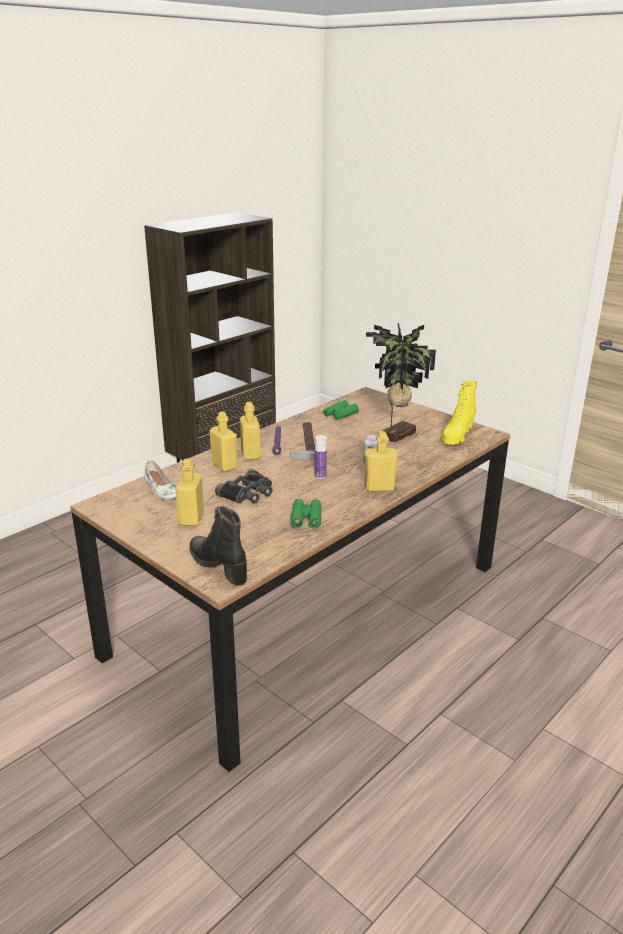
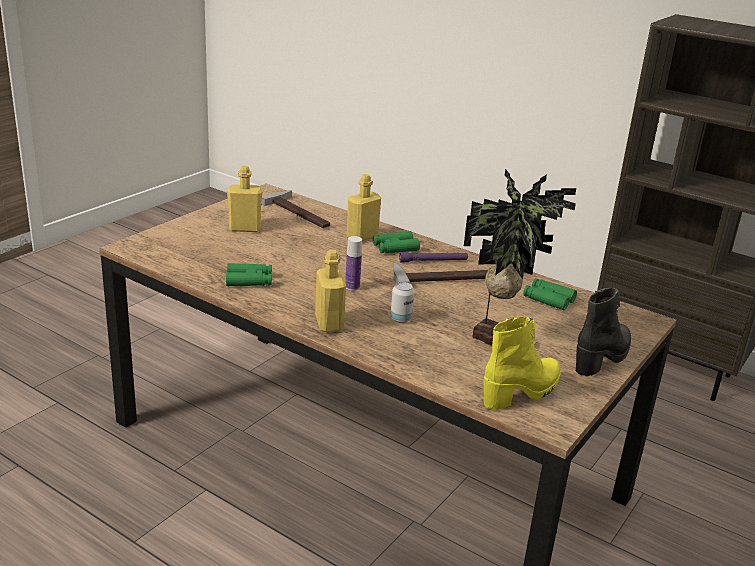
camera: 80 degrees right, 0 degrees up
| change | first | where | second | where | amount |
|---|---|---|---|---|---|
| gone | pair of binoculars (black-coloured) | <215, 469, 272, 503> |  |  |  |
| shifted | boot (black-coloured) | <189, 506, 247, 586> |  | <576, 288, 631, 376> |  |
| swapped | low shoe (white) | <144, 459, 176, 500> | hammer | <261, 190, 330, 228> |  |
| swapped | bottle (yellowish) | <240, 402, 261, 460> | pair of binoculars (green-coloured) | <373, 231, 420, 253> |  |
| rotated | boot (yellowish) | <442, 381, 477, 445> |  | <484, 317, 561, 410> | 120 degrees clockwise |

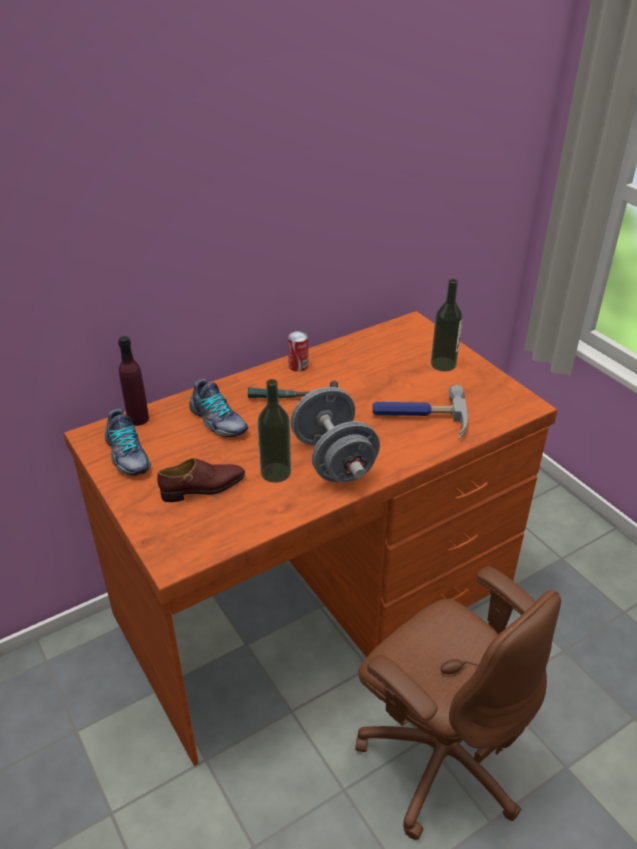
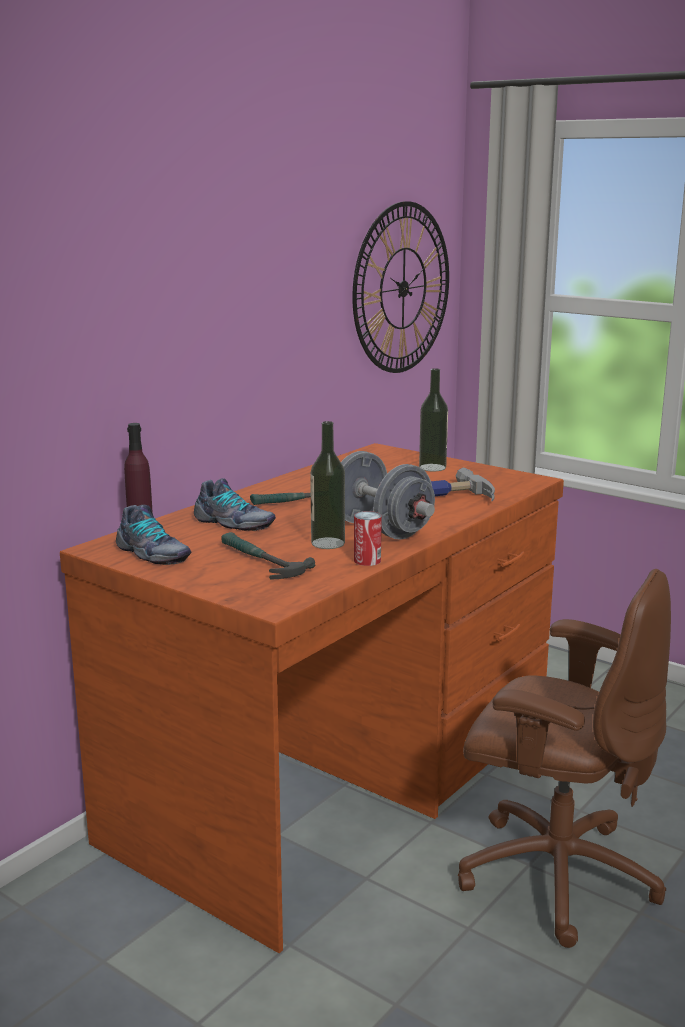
camera: 20 degrees left, 20 degrees down
| change | first | where | second | where | amount |
|---|---|---|---|---|---|
| new |  |  | hanging clock | <352, 201, 449, 373> |  |
| shifted | can | <288, 331, 308, 372> |  | <354, 511, 382, 566> |  |
| swapped | low shoe (brown-coloured) | <157, 458, 245, 502> | hammer | <221, 532, 315, 579> |  |

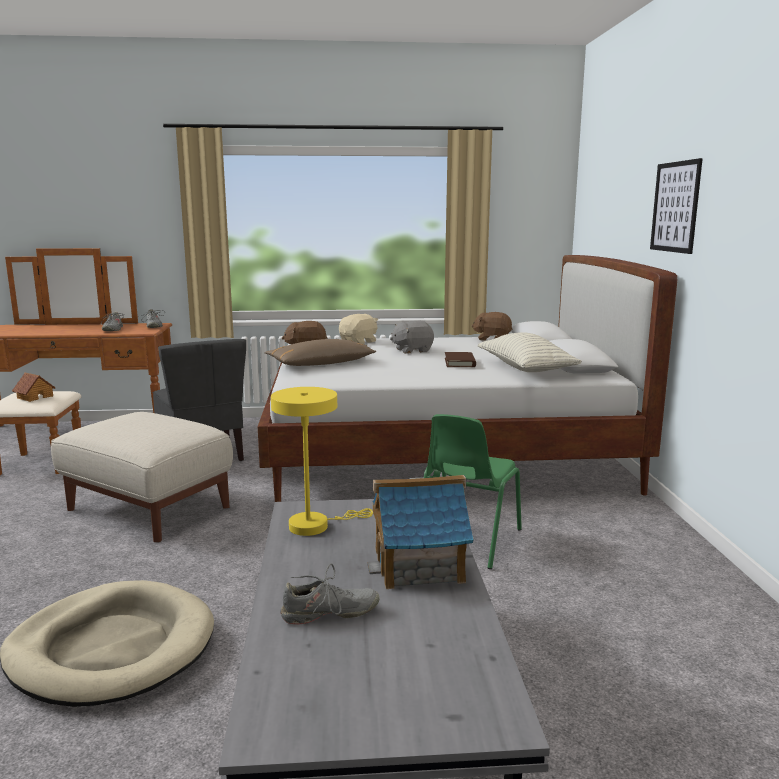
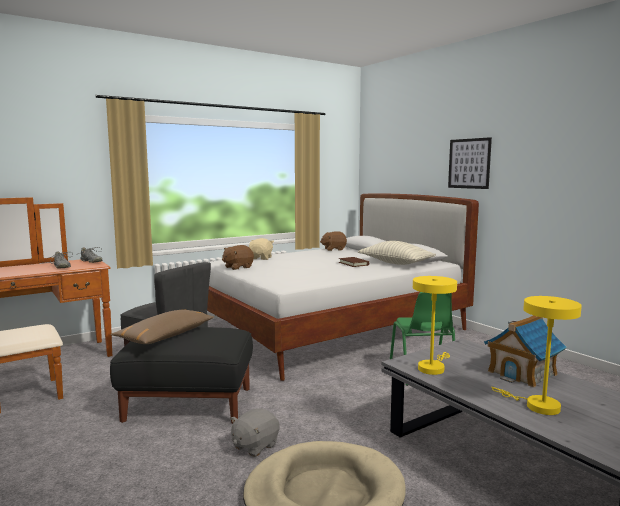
camera: 30 degrees left, 5 degrees down
| change | first | where | second | where | amount |
|---|---|---|---|---|---|
| gone | miniature house | <12, 373, 56, 402> |  |  |  |
| shifted | pillow (brown-coloured) | <265, 339, 376, 366> |  | <111, 309, 214, 344> |  |
| shifted | soft toy (grey) | <390, 320, 434, 354> |  | <231, 408, 280, 457> |  |
| swapped | low shoe (grey) | <280, 563, 379, 624> | lamp for a table (yellowish) | <491, 296, 582, 415> |  |
| repainted | ottoman (beige-coloured) | <51, 412, 233, 542> | ottoman (black-coloured) | <110, 327, 253, 424> |  |

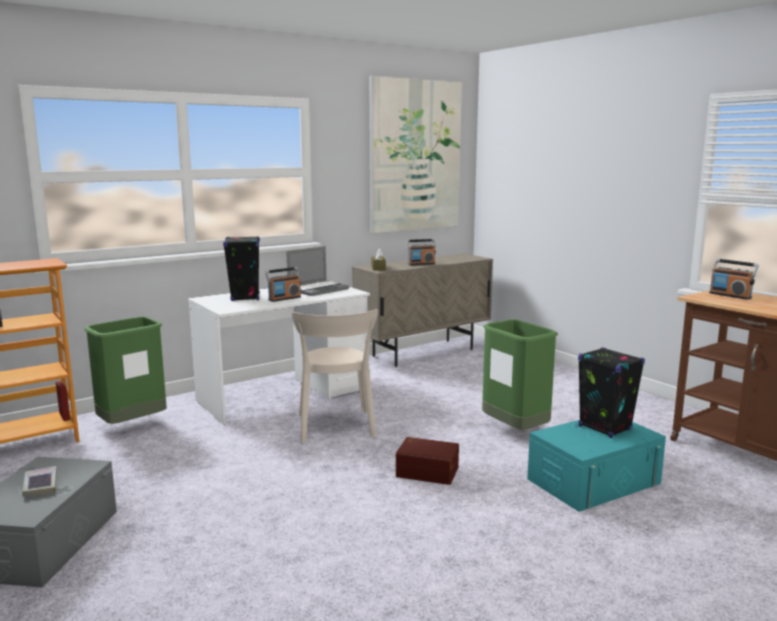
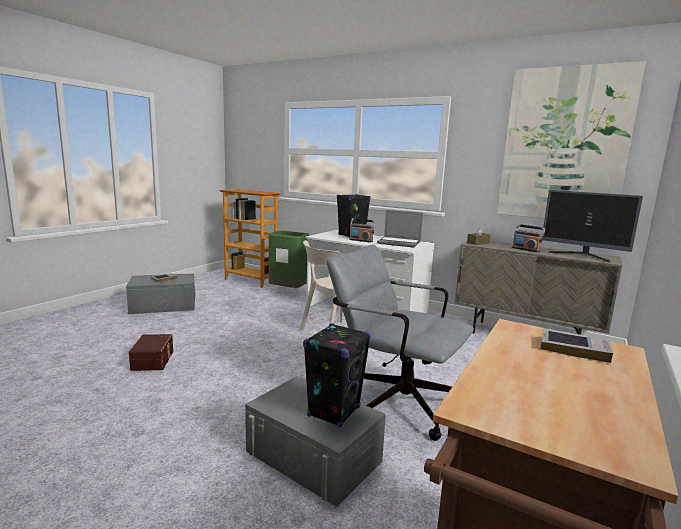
camera: 65 degrees right, 0 degrees up
| change | first | where | second | where | amount |
|---|---|---|---|---|---|
| new |  |  | monitor | <542, 190, 643, 262> |  |
| shifted | storage container (brown-coloured) | <396, 437, 459, 485> |  | <129, 334, 173, 371> |  |
| swapped | waste bin (green-coloured) | <482, 319, 558, 430> | desk chair (grey) | <327, 244, 474, 441> |  |
| swapped | radio | <709, 259, 759, 300> | bound book | <541, 328, 613, 363> |  |
| repainted | storage container (turquoise) | <527, 420, 666, 512> | storage container (grey) | <245, 376, 386, 507> |  |

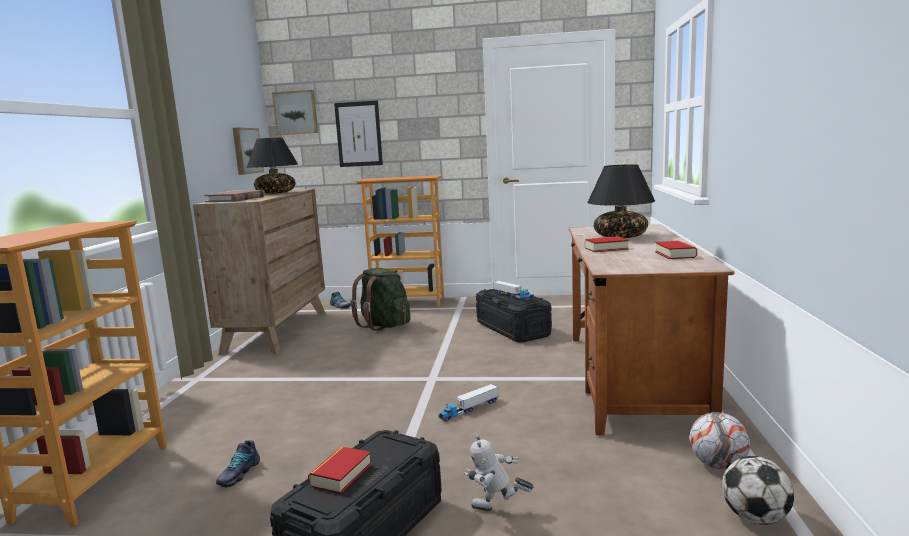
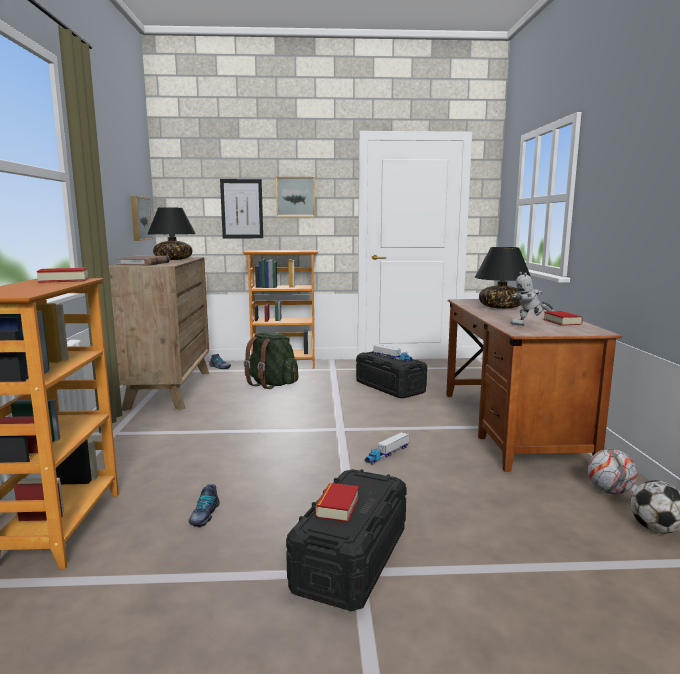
camera: 10 degrees left, 0 degrees up
| change | first | where | second | where | amount |
|---|---|---|---|---|---|
| shifted | wall art | <272, 90, 318, 135> |  | <276, 177, 315, 217> |  |
| shifted | robot figure | <464, 434, 534, 511> |  | <510, 272, 553, 326> |  |
| shifted | bound book | <585, 236, 629, 252> |  | <37, 268, 88, 283> |  |

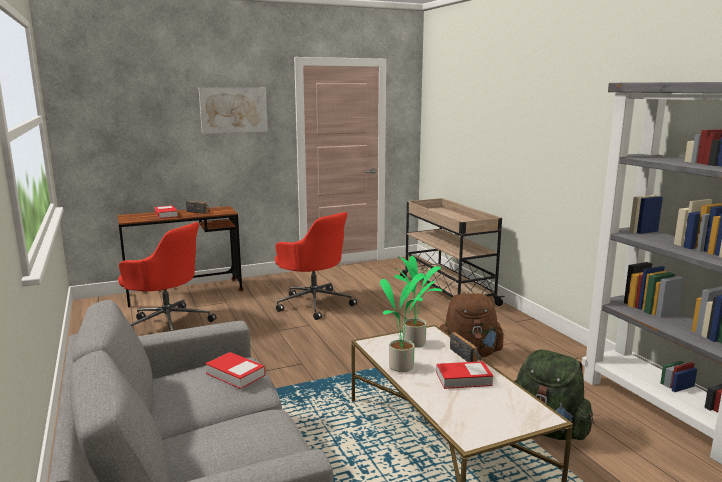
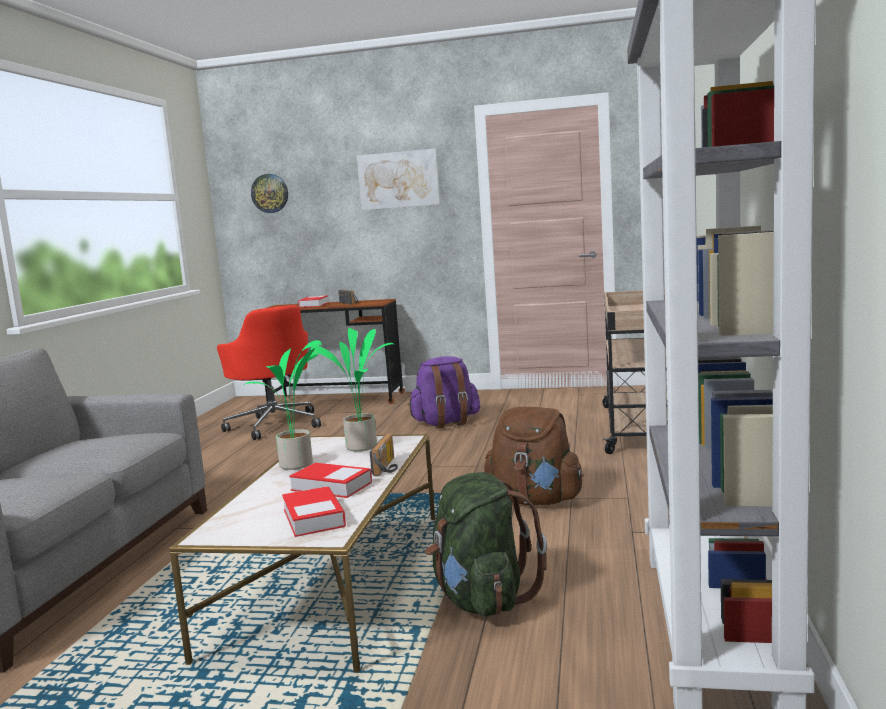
camera: 35 degrees right, 5 degrees down
| change | first | where | second | where | amount |
|---|---|---|---|---|---|
| new |  |  | hanging clock | <251, 174, 288, 213> |  |
| shifted | bound book | <205, 352, 266, 389> |  | <282, 486, 346, 537> |  |
| swapped | desk chair (reddish) | <275, 212, 357, 320> | knapsack (purplish) | <408, 356, 480, 429> |  |

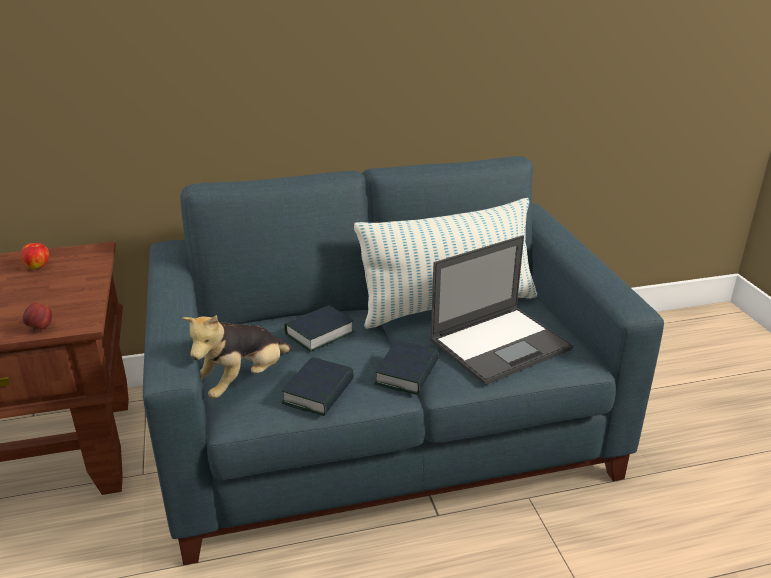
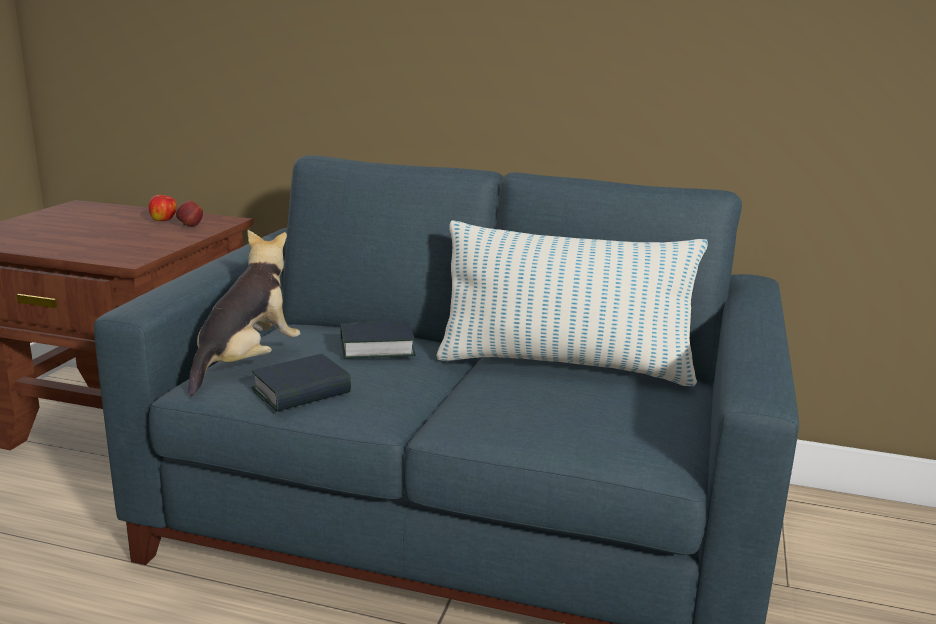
camera: 30 degrees right, 10 degrees down
| change | first | where | second | where | amount |
|---|---|---|---|---|---|
| gone | bound book | <374, 340, 439, 395> |  |  |  |
| gone | portable computer | <430, 235, 573, 385> |  |  |  |
| shifted | apple fruit | <23, 303, 52, 330> |  | <176, 201, 203, 227> |  |
| rotated | soft toy | <182, 315, 293, 399> |  | <188, 230, 301, 396> | 135 degrees clockwise |

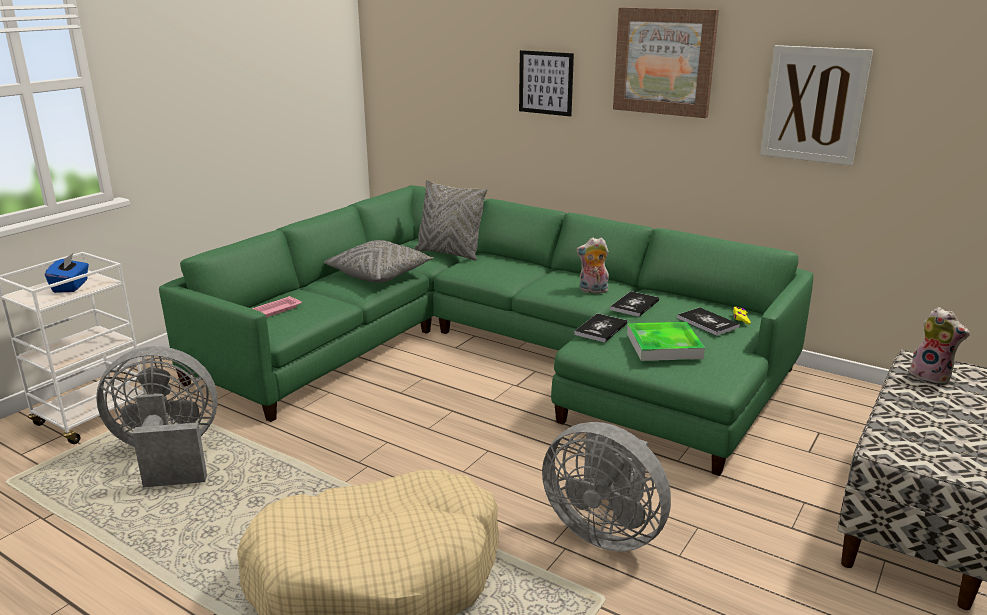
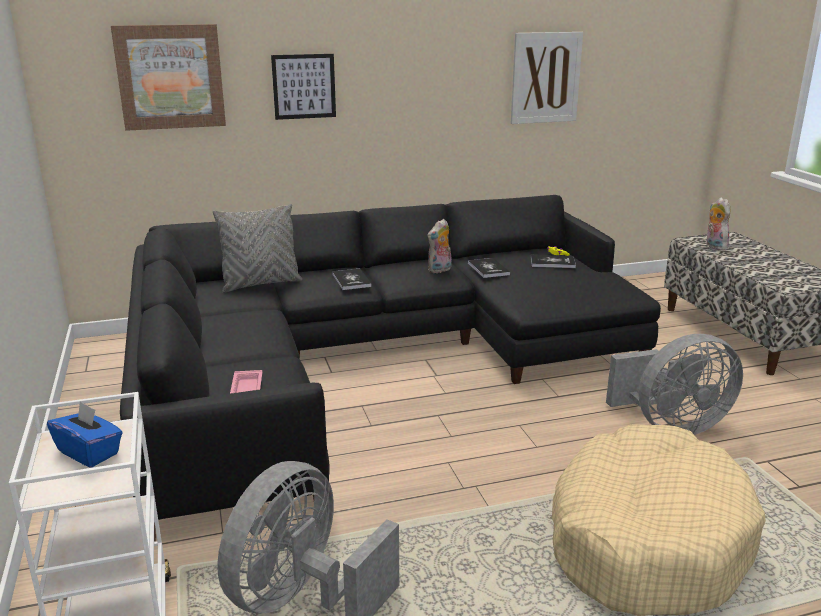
camera: 50 degrees left, 0 degrees up
| change | first | where | second | where | amount |
|---|---|---|---|---|---|
| gone | pillow (grey) | <324, 240, 433, 283> |  |  |  |
| gone | serving tray | <627, 322, 705, 361> |  |  |  |
| shifted | bound book | <574, 313, 627, 342> |  | <332, 269, 372, 290> |  |
| shifted | wall art | <613, 7, 719, 118> |  | <111, 24, 226, 131> |  |
| repainted | couch (green-coloured) | <159, 185, 813, 476> | couch (black-coloured) | <120, 195, 661, 541> |  |
| rotated | soft toy | <909, 307, 970, 385> |  | <706, 197, 730, 250> | 105 degrees counterclockwise |

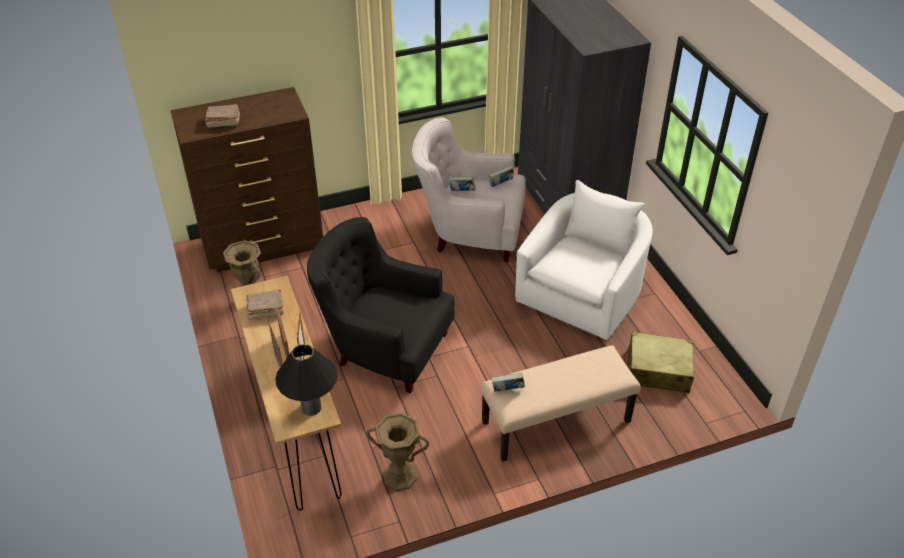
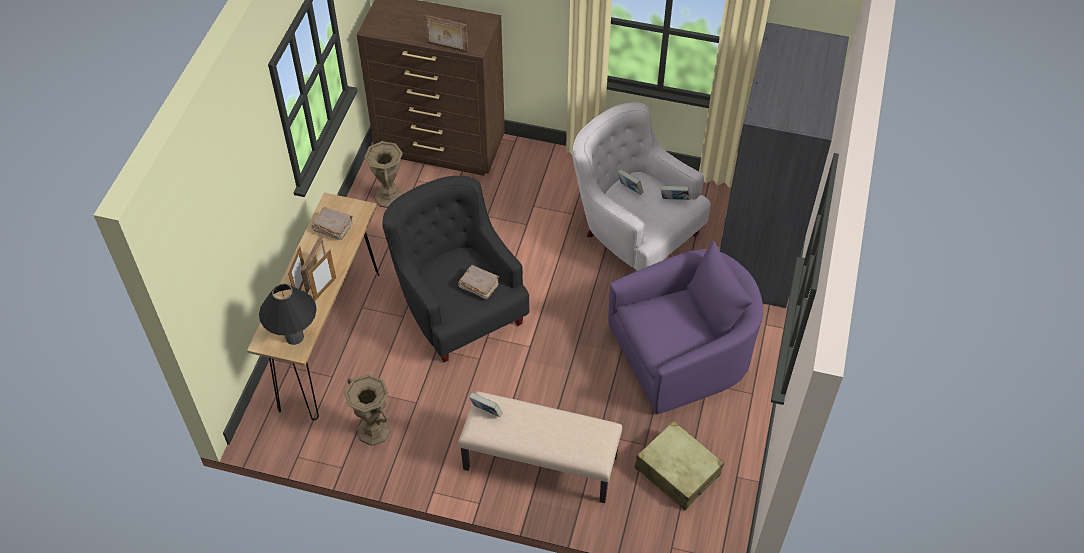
camera: 35 degrees right, 10 degrees up
| change | first | where | second | where | amount |
|---|---|---|---|---|---|
| new |  |  | standing frame | <424, 15, 468, 52> |  |
| shifted | bound book (brown-coloured) | <205, 104, 240, 128> |  | <458, 265, 500, 299> |  |
| repainted | armchair (white) | <515, 180, 653, 340> | armchair (purplish) | <608, 241, 763, 414> |  |

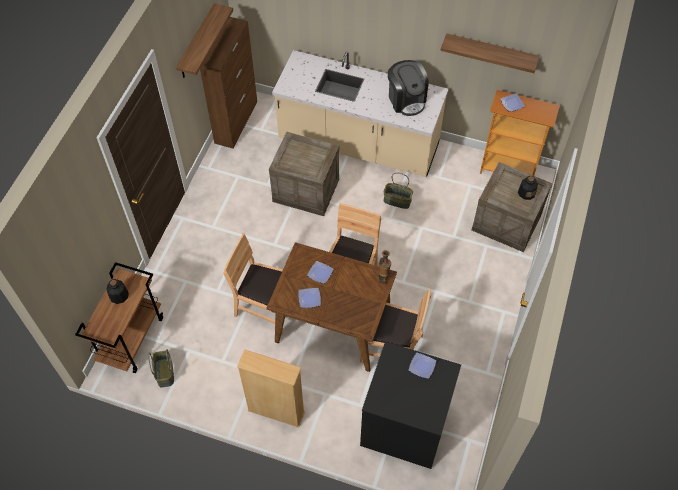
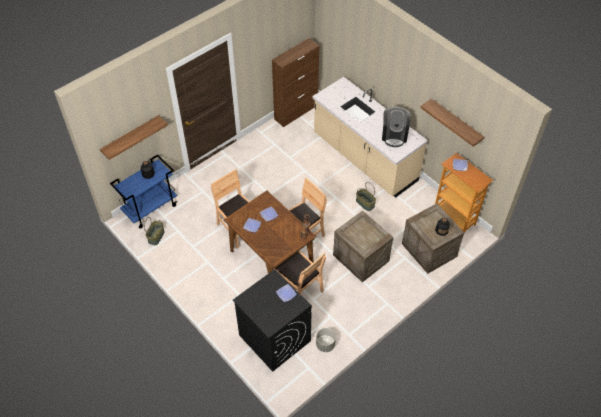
camera: 30 degrees right, 5 degrees down
| change | first | where | second | where | amount |
|---|---|---|---|---|---|
| gone | shelving unit (beige-coloured) | <237, 350, 305, 428> |  |  |  |
| new |  |  | plant pot (grey) | <316, 328, 336, 352> |  |
| shifted | shelf | <176, 3, 233, 78> |  | <100, 115, 168, 160> |  |
| shifted | packing crate | <269, 132, 339, 216> |  | <333, 211, 394, 283> |  |
| repainted | wheeled cart (brown-coloured) | <75, 262, 163, 373> | wheeled cart (bluish) | <110, 155, 177, 229> |  |

